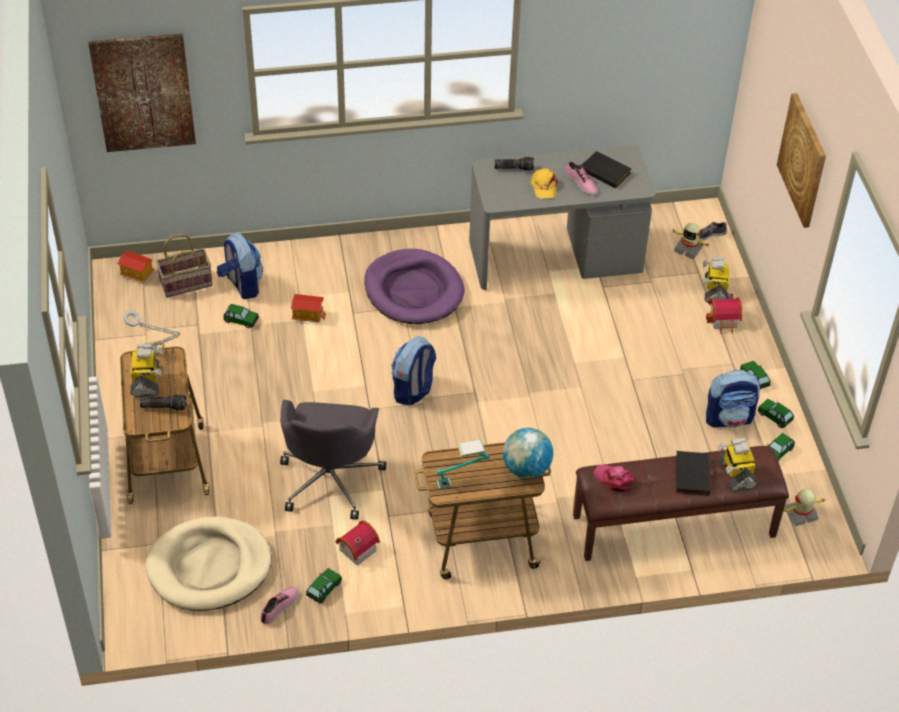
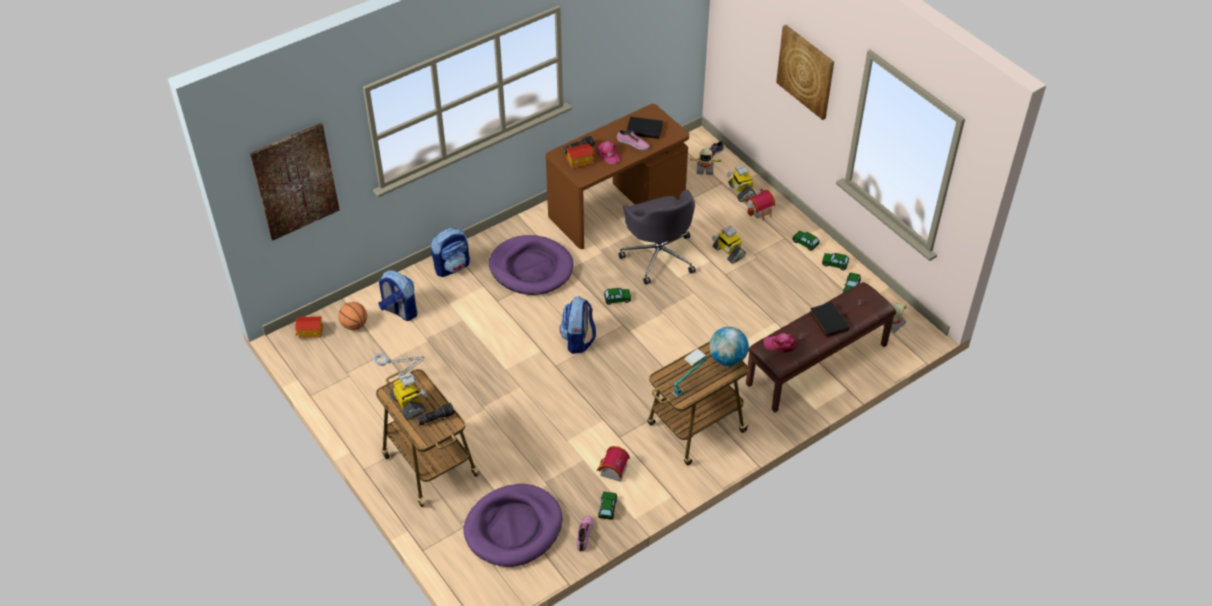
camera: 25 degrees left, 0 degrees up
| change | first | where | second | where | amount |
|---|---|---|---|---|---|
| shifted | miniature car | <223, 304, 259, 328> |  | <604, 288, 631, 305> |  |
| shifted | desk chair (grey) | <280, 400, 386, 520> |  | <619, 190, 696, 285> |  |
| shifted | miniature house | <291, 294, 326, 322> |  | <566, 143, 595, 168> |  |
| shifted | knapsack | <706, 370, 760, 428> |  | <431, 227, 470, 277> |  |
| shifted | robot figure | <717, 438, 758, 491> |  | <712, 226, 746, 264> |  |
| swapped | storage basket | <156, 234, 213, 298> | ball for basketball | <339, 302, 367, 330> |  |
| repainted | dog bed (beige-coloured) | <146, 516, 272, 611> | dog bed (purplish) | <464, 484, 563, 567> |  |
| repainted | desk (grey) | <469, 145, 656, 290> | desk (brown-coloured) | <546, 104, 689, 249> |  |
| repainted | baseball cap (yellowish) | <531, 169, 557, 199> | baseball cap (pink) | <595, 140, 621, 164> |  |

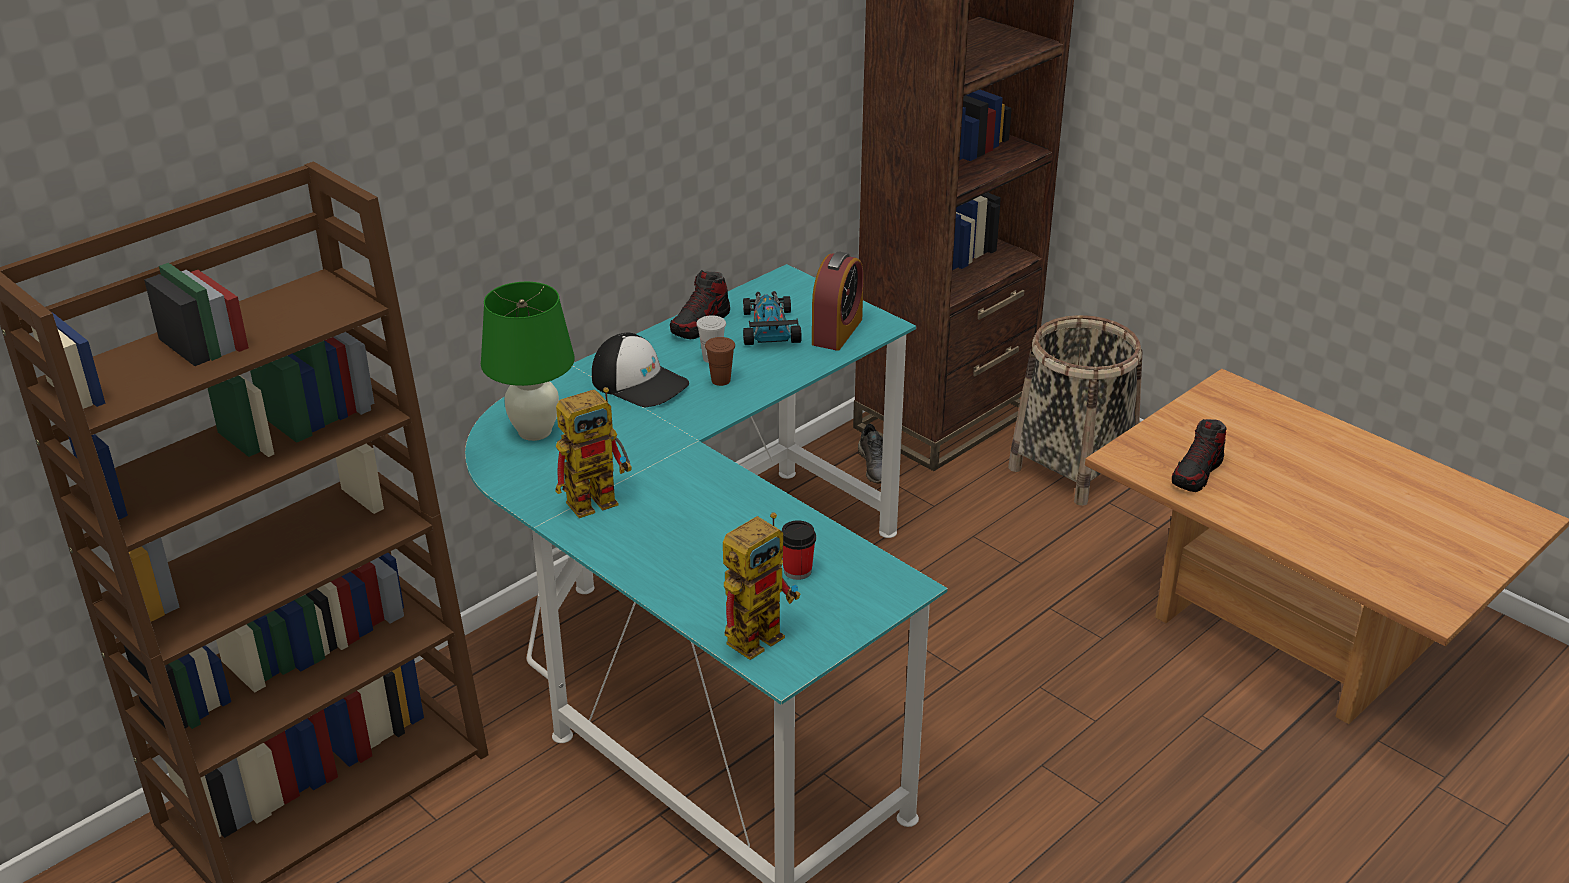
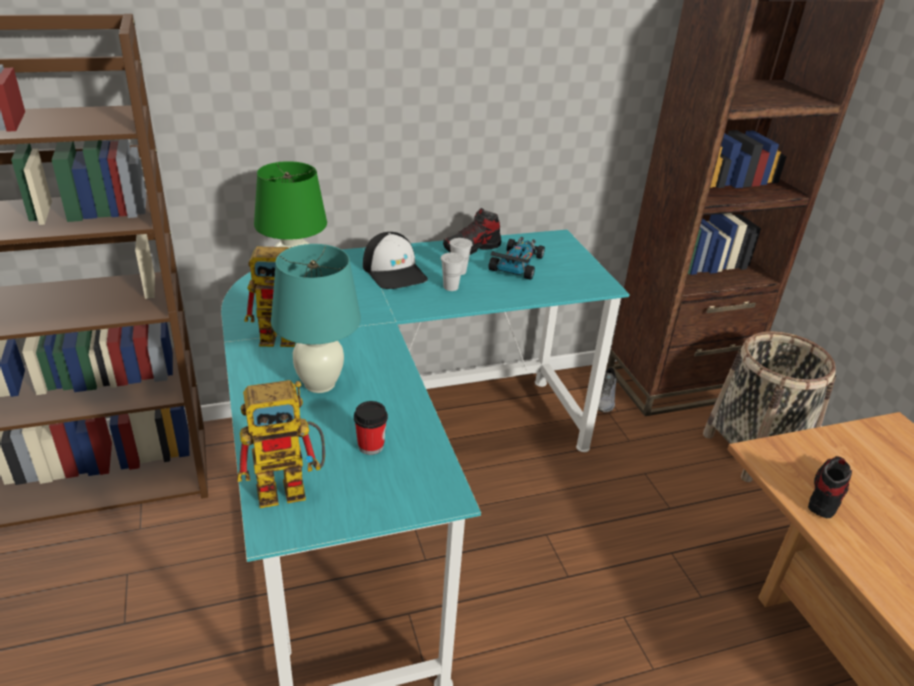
camera: 25 degrees right, 0 degrees up
| change | first | where | second | where | amount |
|---|---|---|---|---|---|
| gone | bedside clock | <812, 252, 864, 351> |  |  |  |
| new |  |  | lamp for a table (turquoise) | <271, 244, 361, 393> |  |
| repainted | drinking cup (brown-coloured) | <705, 337, 735, 386> | drinking cup (white) | <441, 253, 465, 291> |  |
| rotated | low shoe | <1172, 419, 1227, 492> |  | <808, 456, 852, 518> | 150 degrees clockwise |

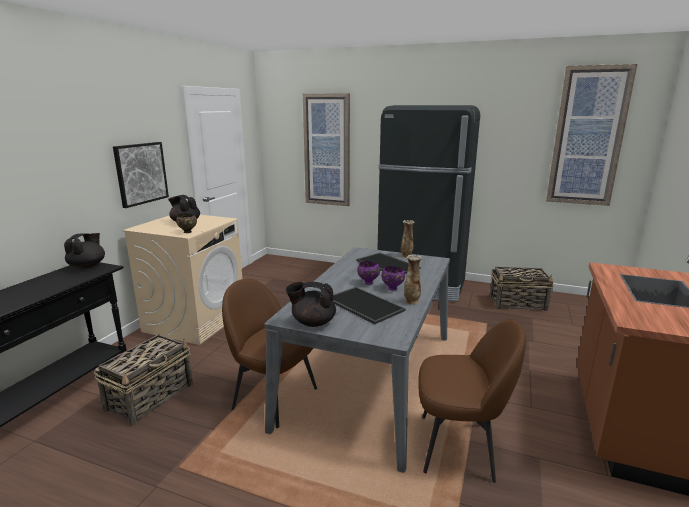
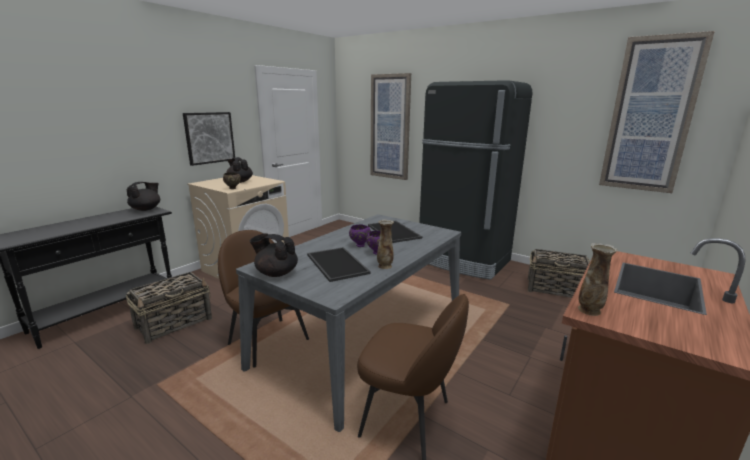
camera: 15 degrees right, 0 degrees up
| change | first | where | second | where | amount |
|---|---|---|---|---|---|
| shifted | decorative vase | <401, 220, 415, 258> |  | <578, 243, 618, 316> |  |

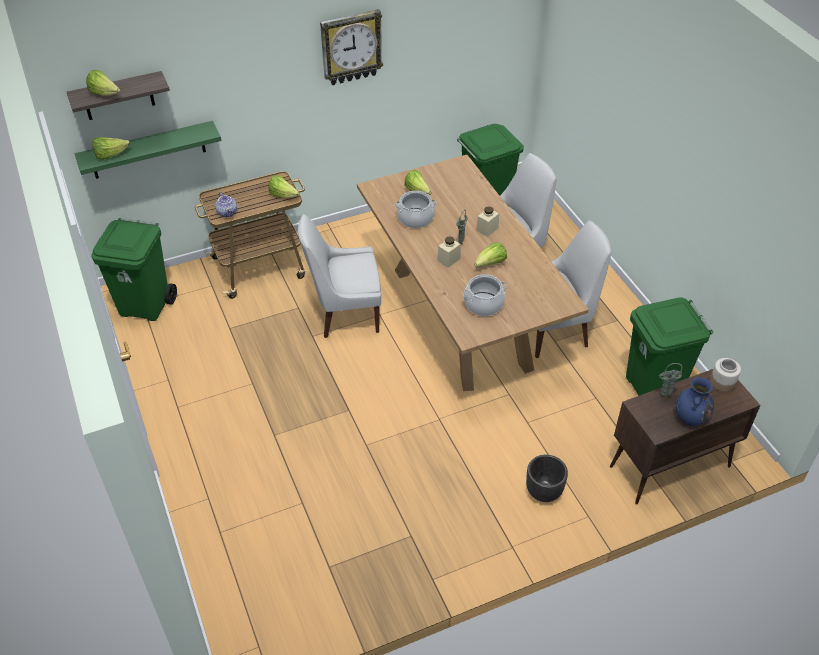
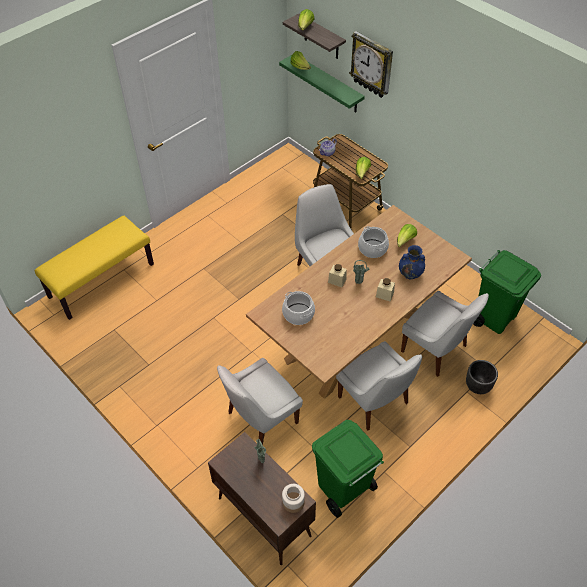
camera: 70 degrees right, 5 degrees up
| change | first | where | second | where | amount |
|---|---|---|---|---|---|
| gone | waste bin (green-coloured) | <92, 218, 177, 321> |  |  |  |
| gone | lettuce | <475, 242, 507, 268> |  |  |  |
| new |  |  | bench (yellowish) | <35, 216, 154, 320> |  |
| new |  |  | chair (white) | <217, 358, 303, 445> |  |
| shifted | hanging clock | <320, 9, 383, 85> |  | <349, 31, 393, 98> |  |
| shifted | plant pot (black-coloured) | <526, 455, 568, 502> |  | <466, 360, 498, 394> |  |
| shifted | decorative vase (bluish) | <676, 377, 714, 426> |  | <399, 245, 425, 279> |  |

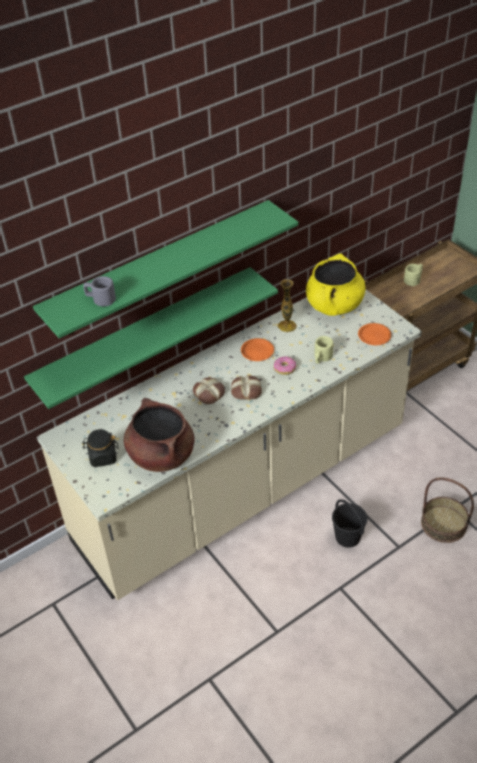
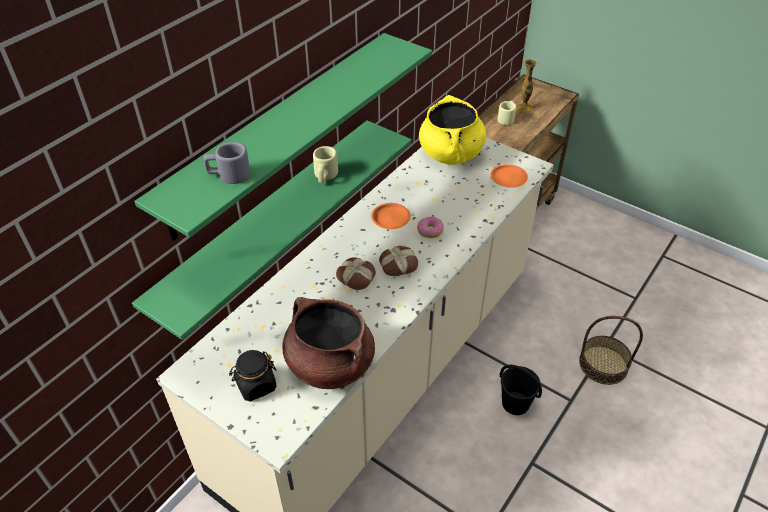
camera: 20 degrees left, 0 degrees up
| change | first | where | second | where | amount |
|---|---|---|---|---|---|
| shifted | decorative vase | <278, 279, 297, 332> |  | <516, 59, 537, 113> |  |
| shifted | coffee mug (beige-coloured) | <314, 336, 333, 364> |  | <313, 146, 338, 183> |  |

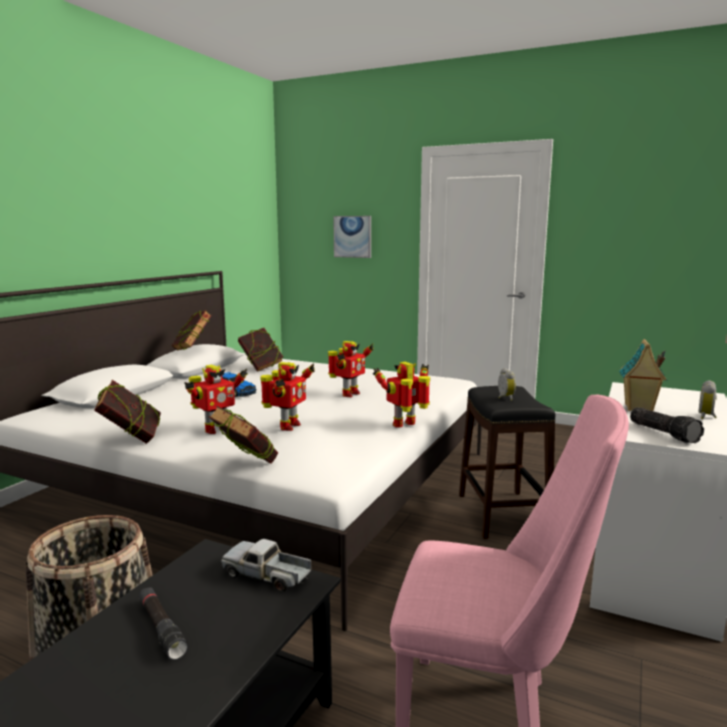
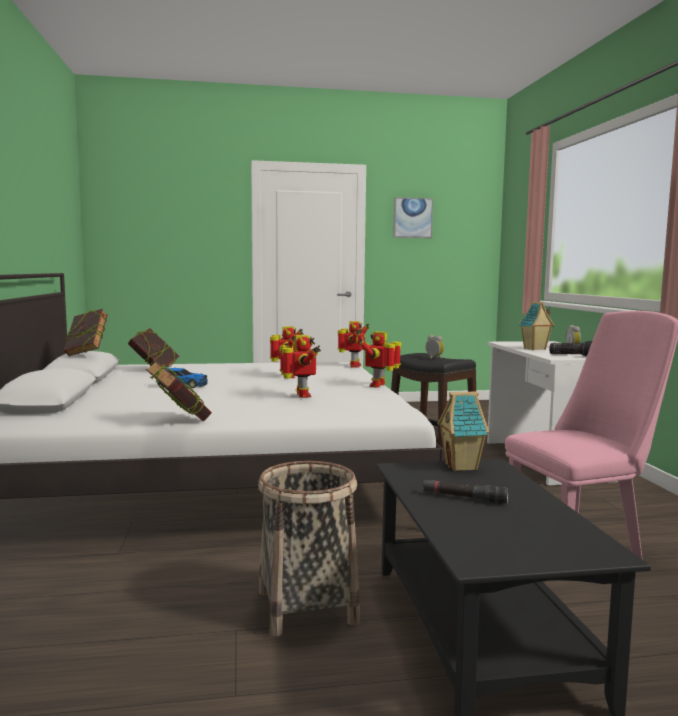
camera: 35 degrees left, 5 degrees down
| change | first | where | second | where | amount |
|---|---|---|---|---|---|
| gone | bound book | <209, 406, 278, 464> |  |  |  |
| shifted | robot figure | <184, 365, 248, 434> |  | <338, 321, 370, 368> |  |
| shifted | wall art | <333, 216, 371, 258> |  | <393, 197, 433, 238> |  |
| swapped | toy truck | <221, 539, 311, 591> | miniature house | <437, 391, 489, 471> |  |

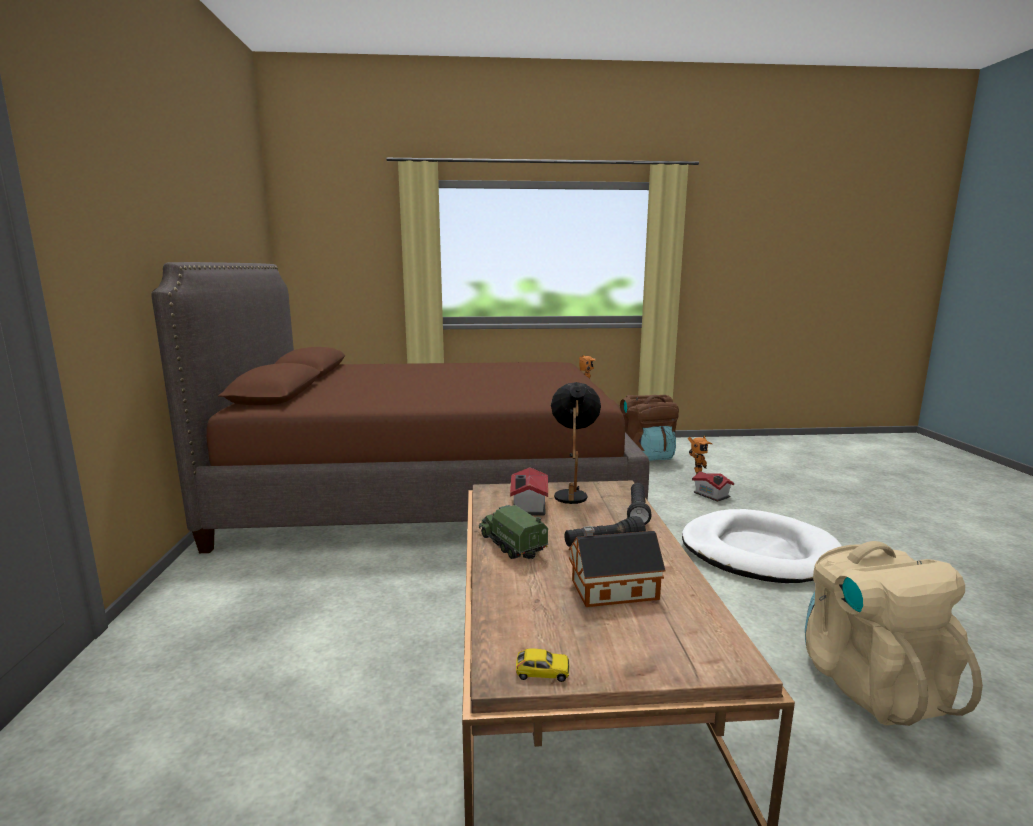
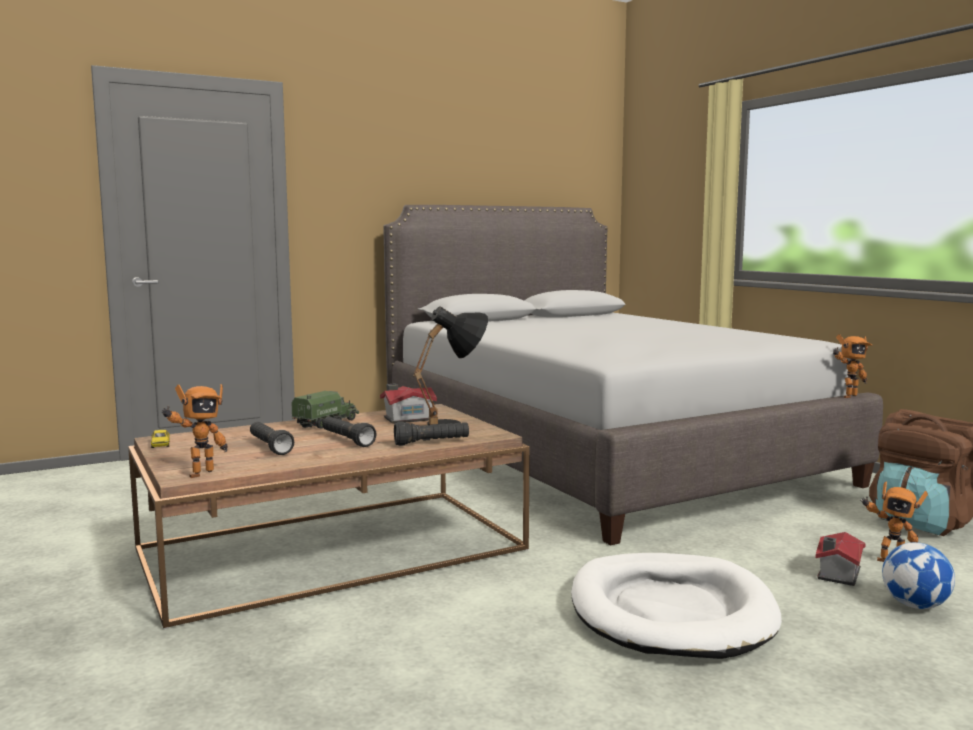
camera: 65 degrees right, 5 degrees down
| change | first | where | second | where | amount |
|---|---|---|---|---|---|
| gone | knapsack (beige-coloured) | <805, 541, 983, 726> |  |  |  |
| new |  |  | robot figure | <162, 384, 228, 478> |  |
| new |  |  | football ball | <882, 542, 955, 609> |  |
| swapped | miniature house | <569, 526, 666, 607> | hand torch (black-coloured) | <250, 422, 294, 455> |  |
| repainted | sleeping bed (brown-coloured) | <152, 262, 649, 553> | sleeping bed (grey) | <383, 205, 883, 545> |  |

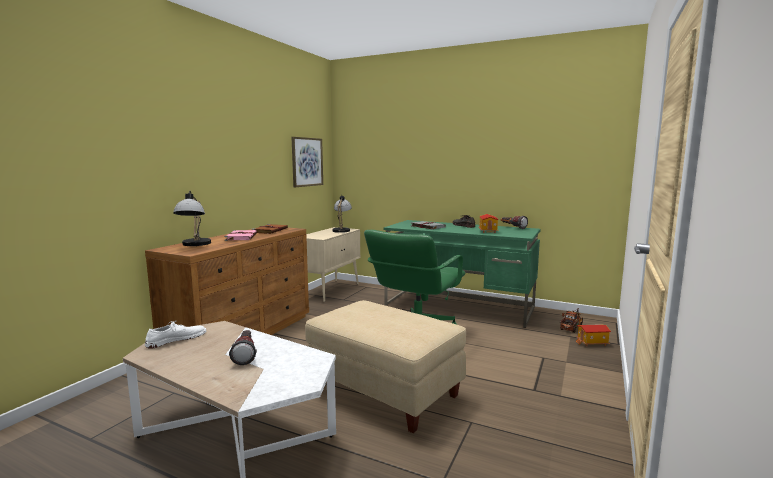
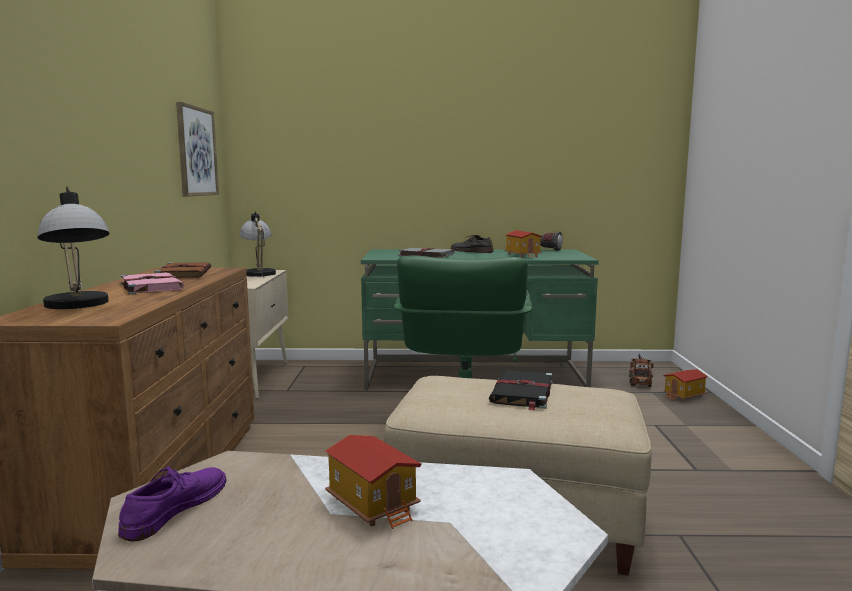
camera: 25 degrees left, 0 degrees up
| change | first | where | second | where | amount |
|---|---|---|---|---|---|
| new |  |  | bound book (black-coloured) | <489, 370, 553, 411> |  |
| swapped | hand torch | <229, 330, 257, 365> | miniature house | <325, 435, 421, 529> |  |
| repainted | low shoe (white) | <145, 321, 206, 349> | low shoe (purplish) | <118, 466, 226, 542> |  |

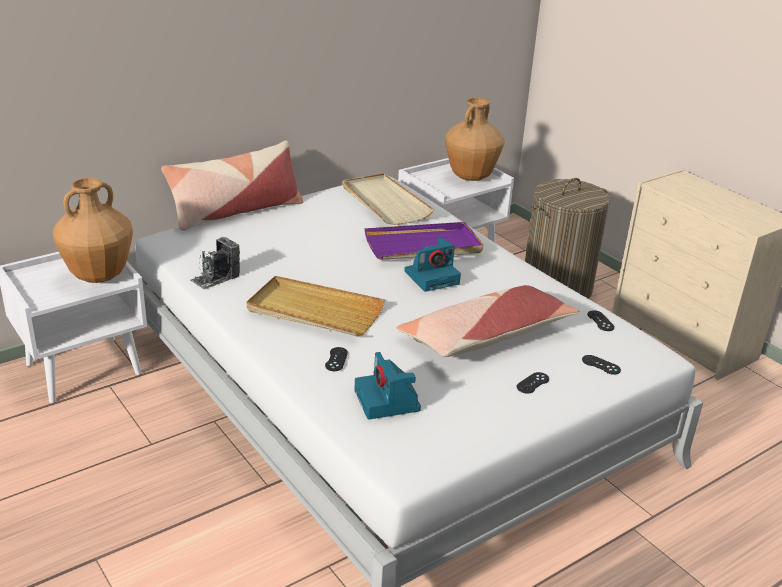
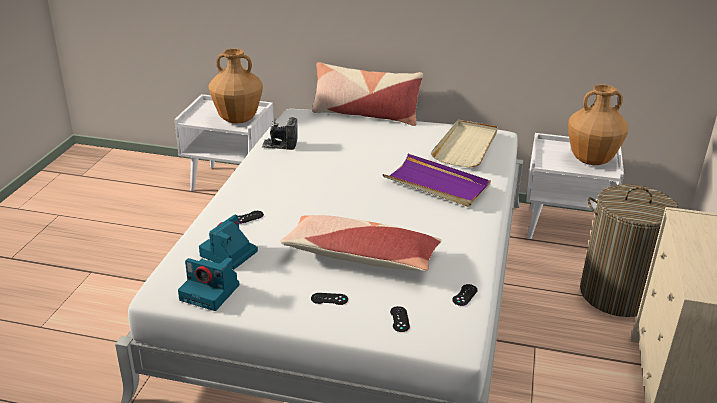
camera: 50 degrees right, 0 degrees up
| change | first | where | second | where | amount |
|---|---|---|---|---|---|
| gone | serving tray (beige-coloured) | <246, 276, 385, 337> |  |  |  |
| shifted | still camera | <404, 237, 461, 292> |  | <178, 257, 239, 311> |  |

